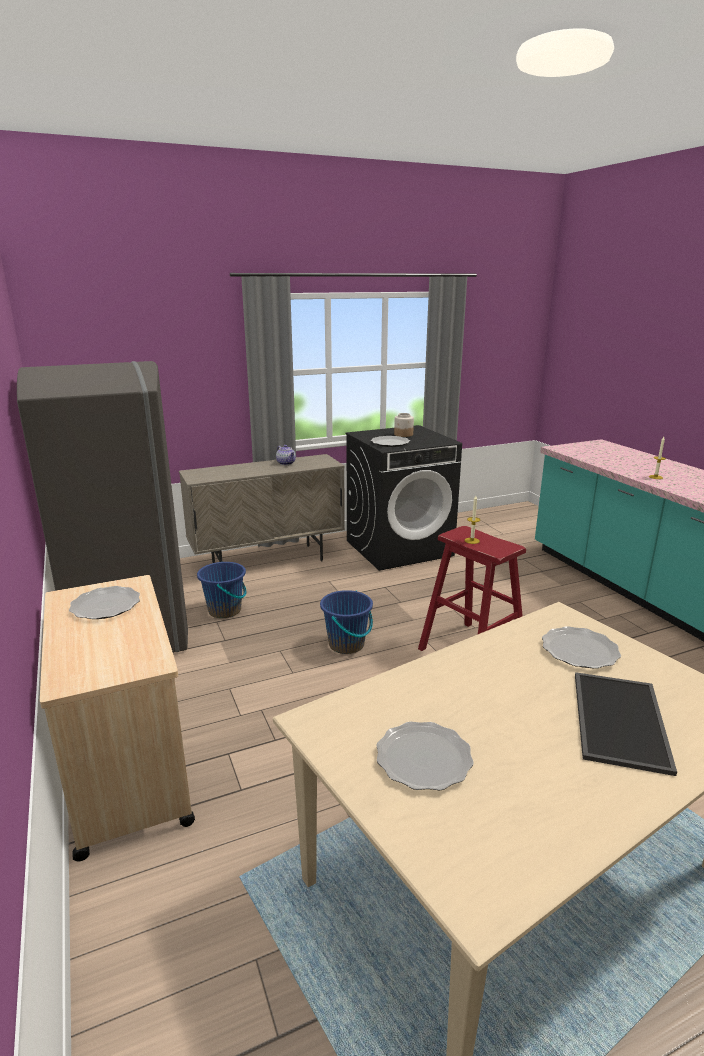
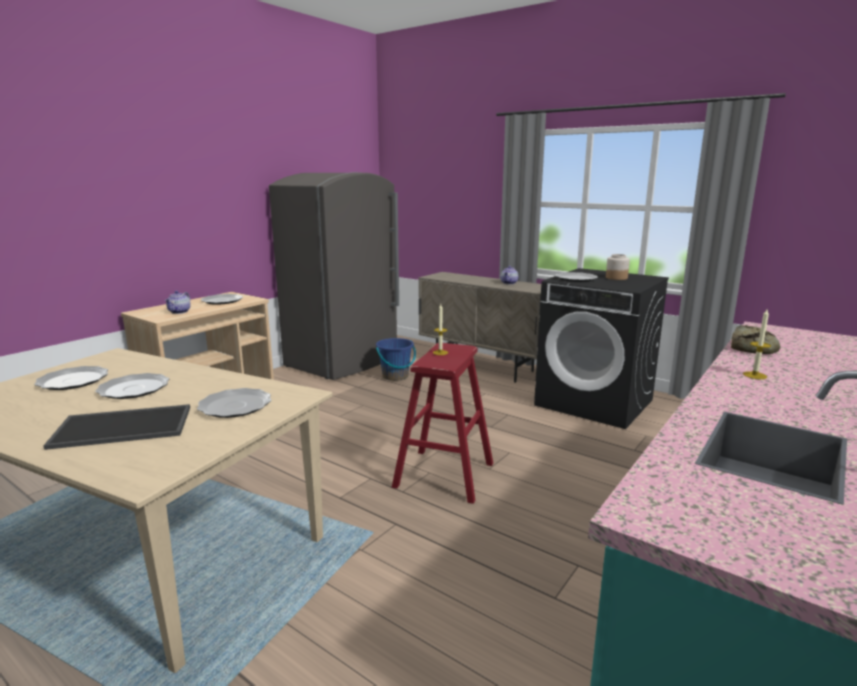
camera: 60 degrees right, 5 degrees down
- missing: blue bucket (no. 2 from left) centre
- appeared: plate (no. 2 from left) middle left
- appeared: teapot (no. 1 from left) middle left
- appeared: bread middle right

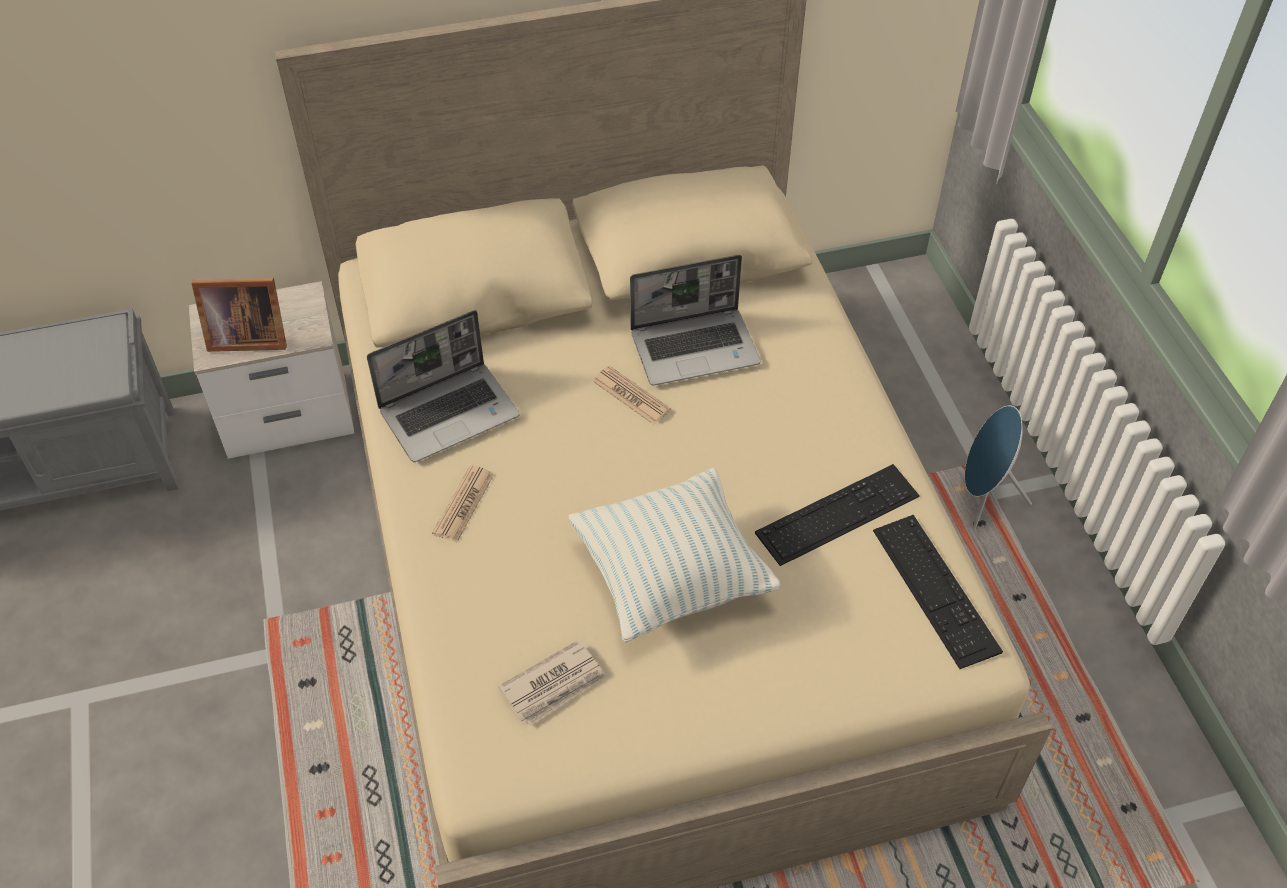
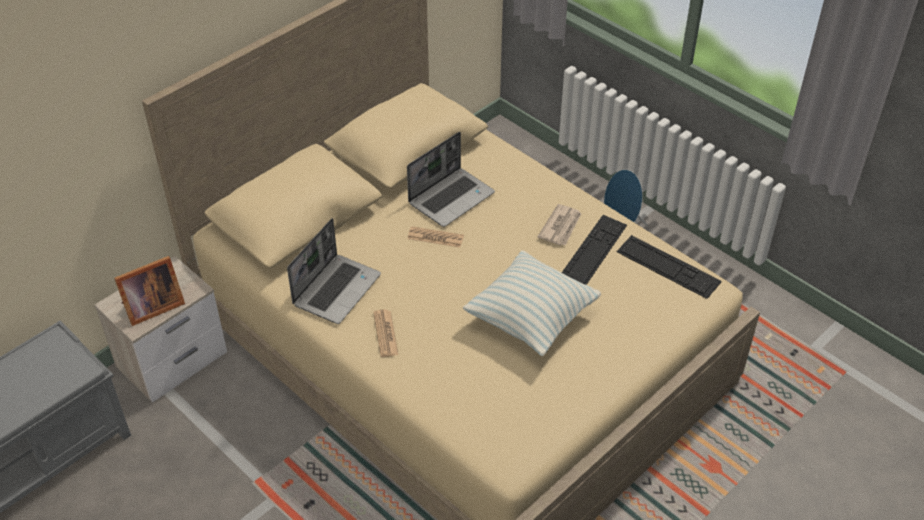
camera: 30 degrees left, 5 degrees down
- relocated: newspaper (no. 2 from left in the first image) bottom centre to newspaper (no. 3 from left) centre

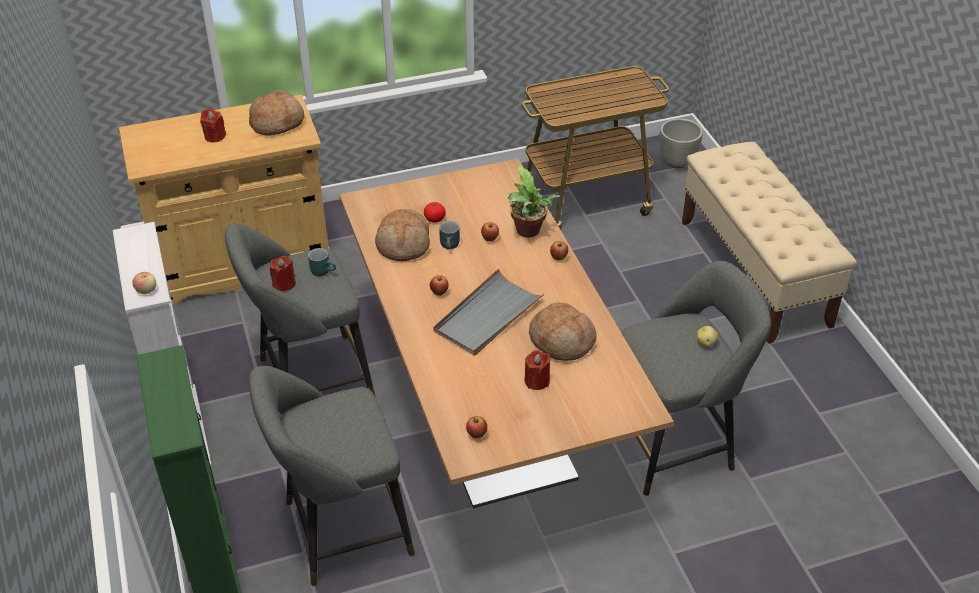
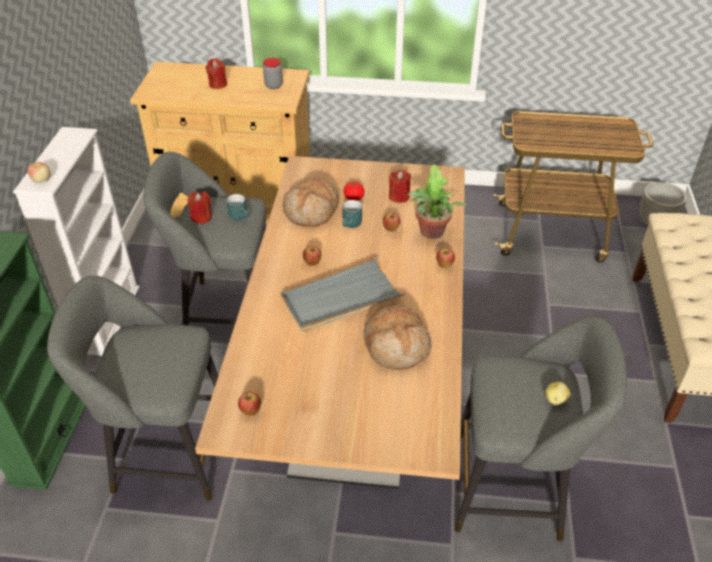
camera: 25 degrees right, 0 degrees up
- exchanged: bread (no. 1 from left) top left to jar top centre
- relocated: red candle (no. 3 from left) centre to top centre

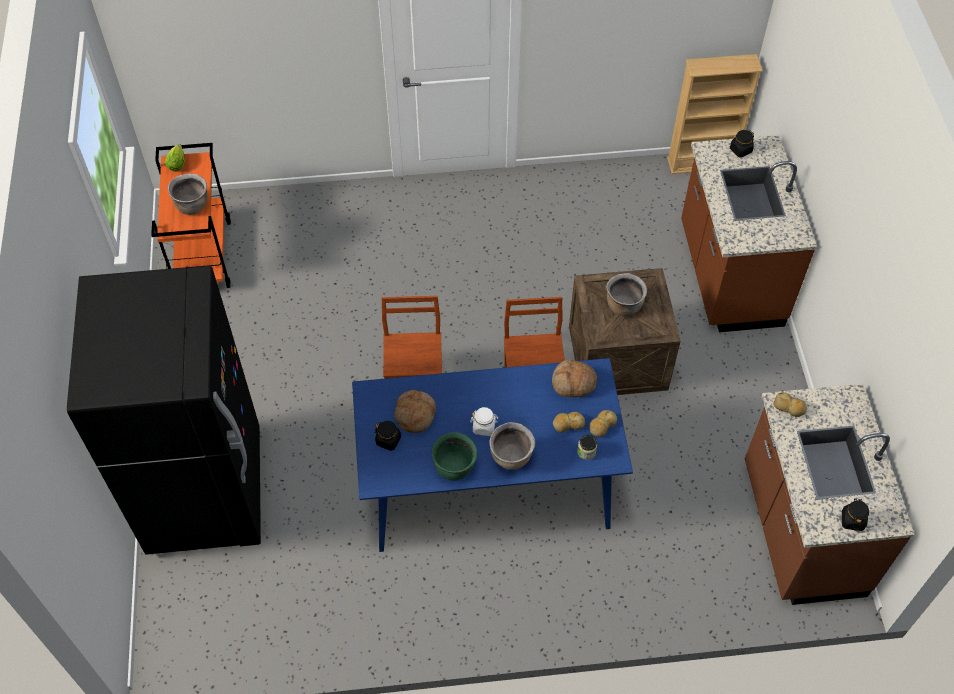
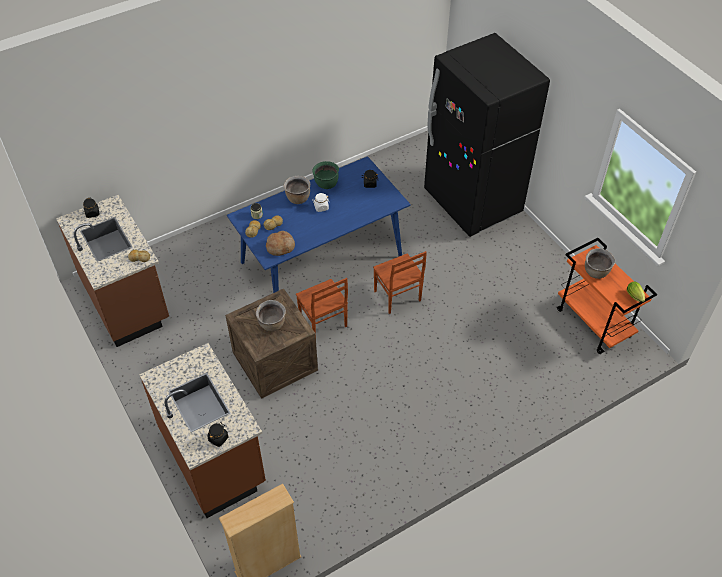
camera: 155 degrees right, 5 degrees down
- missing: bread (no. 1 from left) centre

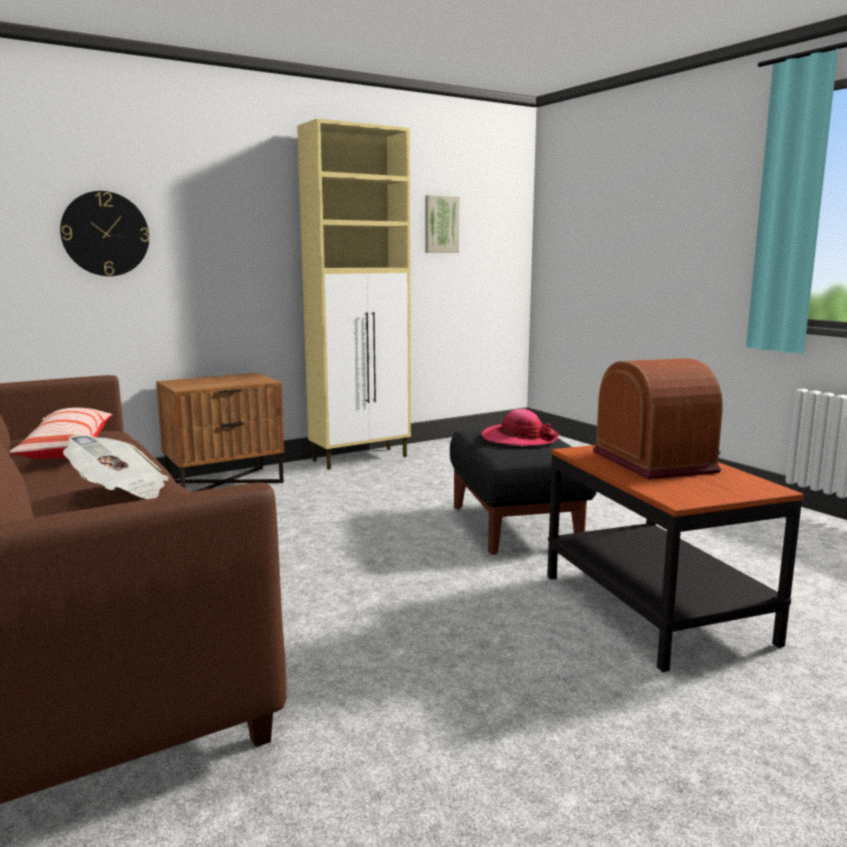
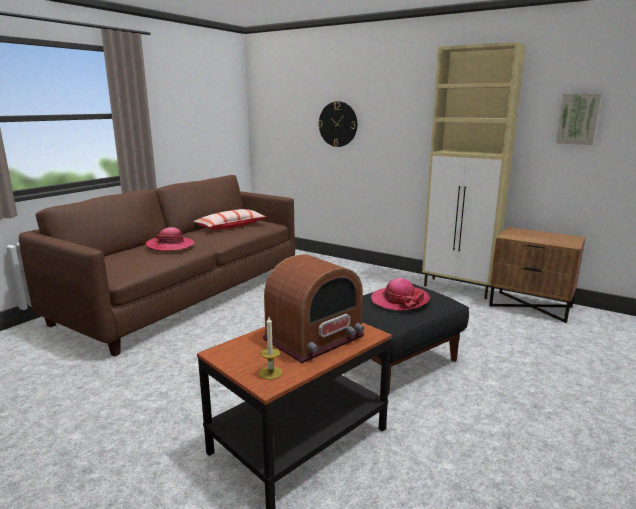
camera: 65 degrees right, 5 degrees up
- exchanged: newspaper middle left to hat (no. 1 from left) middle left
- relocated: brown nightstand middle left to middle right
- appeared: candle bottom centre

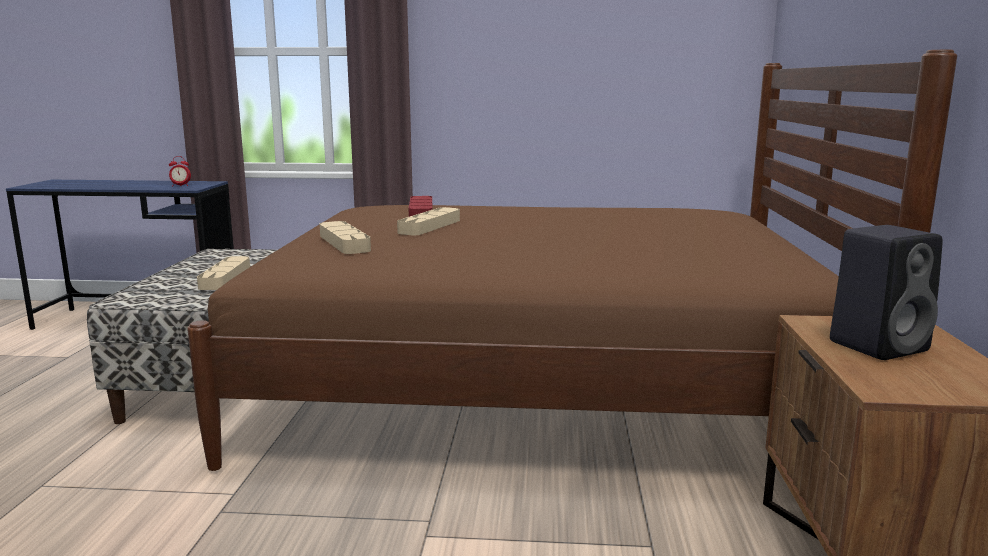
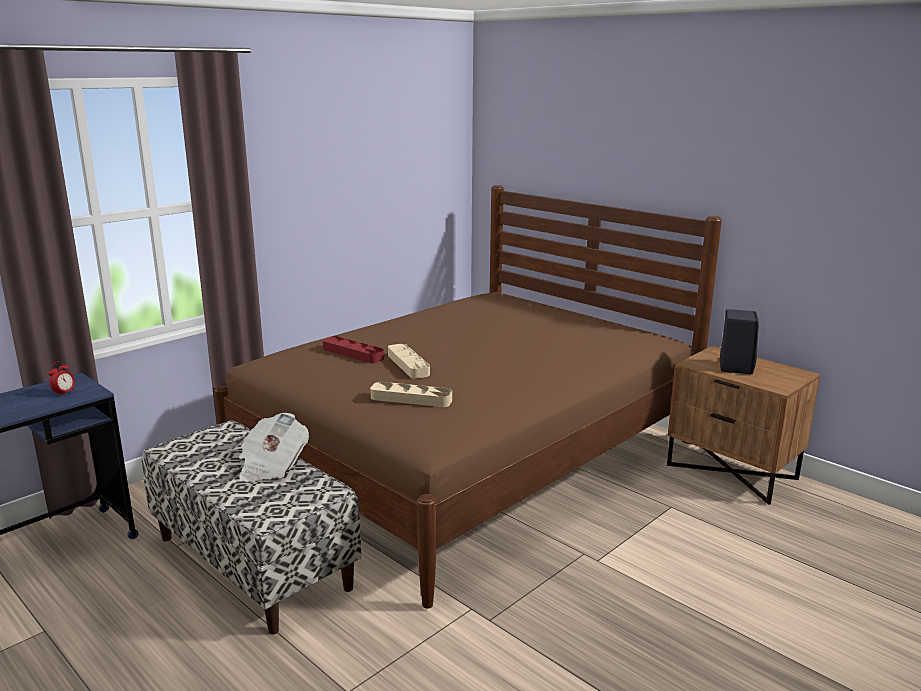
camera: 50 degrees left, 5 degrees up
- exchanged: beige tray (no. 1 from left) middle left to newspaper middle left

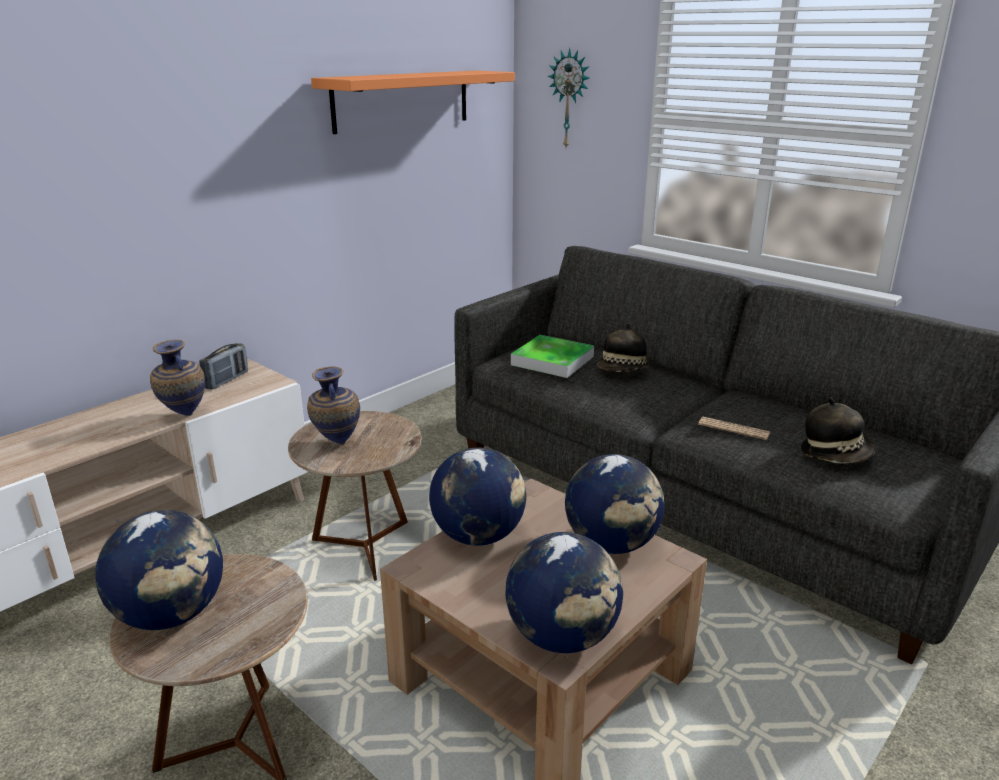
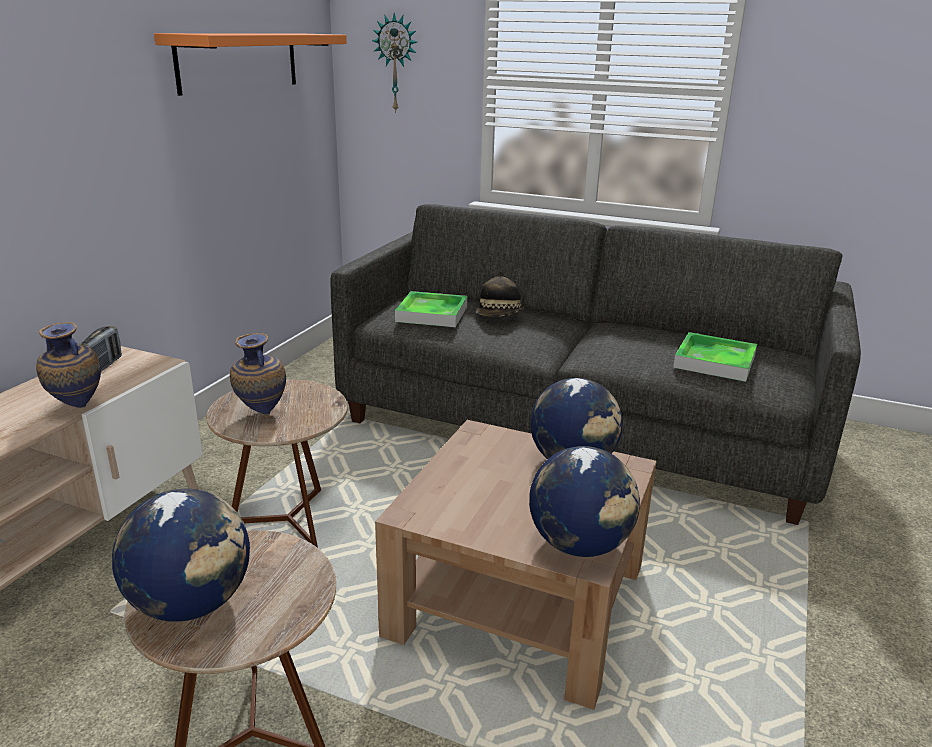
camera: 20 degrees left, 0 degrees up
- missing: globe (no. 2 from left) centre
- missing: newspaper middle right
- exchanged: hat (no. 2 from left) middle right to tray (no. 2 from left) middle right

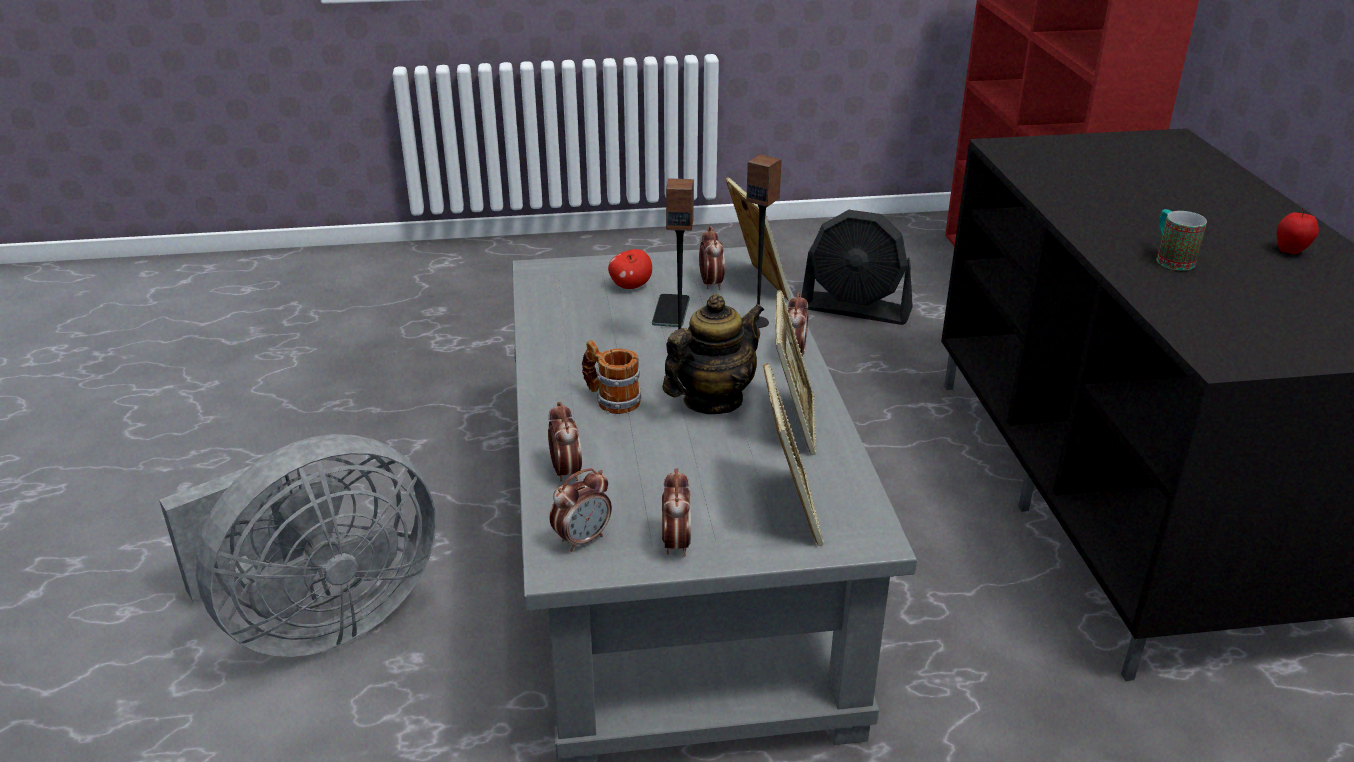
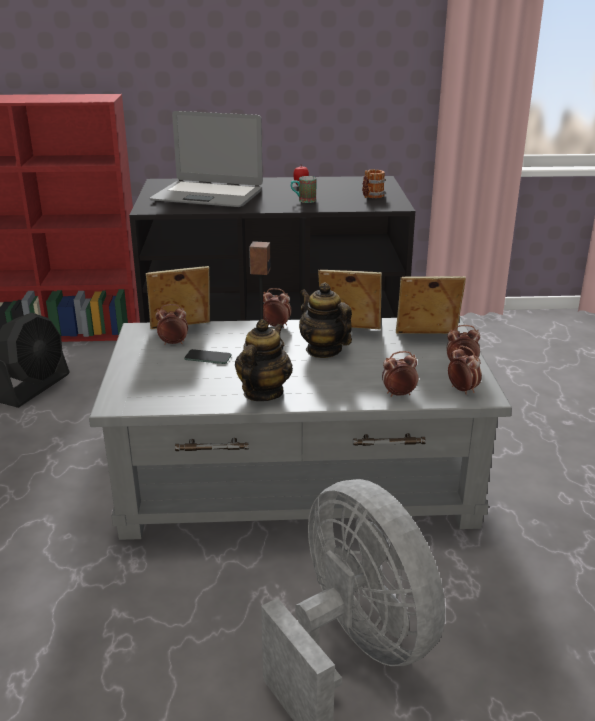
camera: 85 degrees left, 5 degrees down
- relocated: mug (no. 1 from left in the first image) centre to mug (no. 2 from left) top centre
- missing: apple (no. 1 from left) centre
- missing: speaker (no. 2 from left) top centre
- appeared: laptop top centre
- appeared: teapot (no. 1 from left) centre

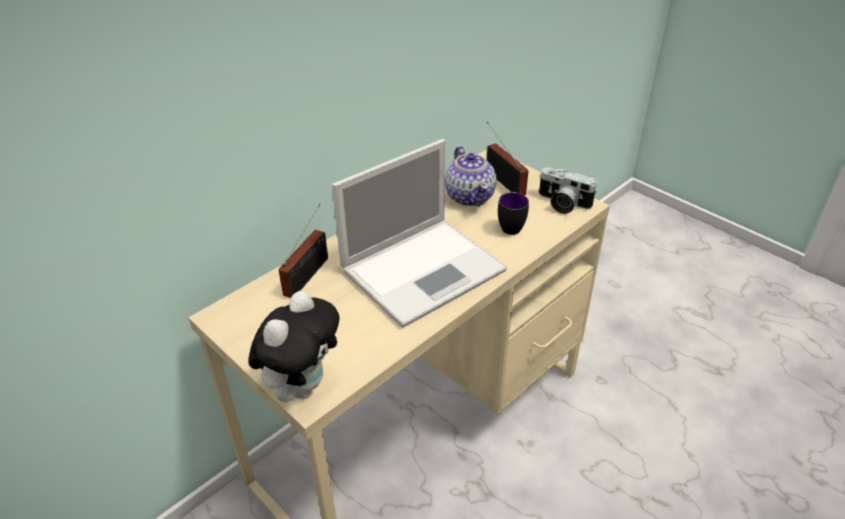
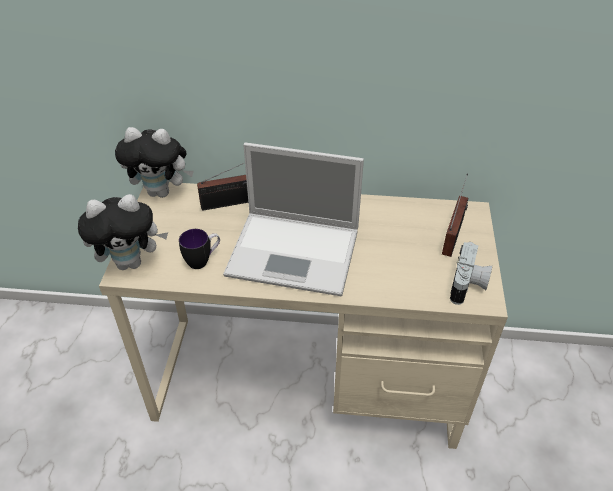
camera: 50 degrees right, 5 degrees up
- missing: teapot centre
- relocated: mug centre to middle left
- spun: photo camera middle right = middle right 150 degrees counterclockwise
- appeared: plush toy (no. 2 from left) top left

